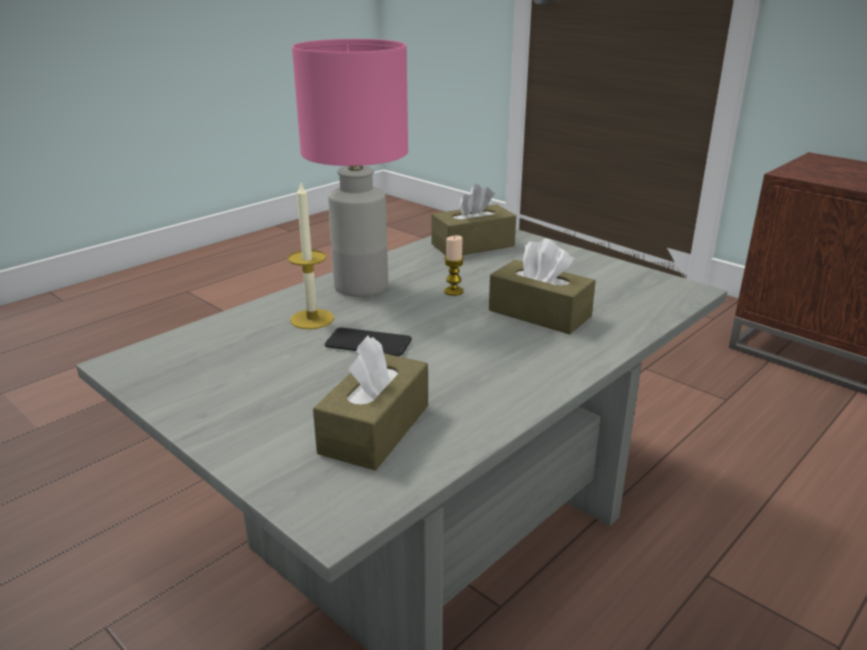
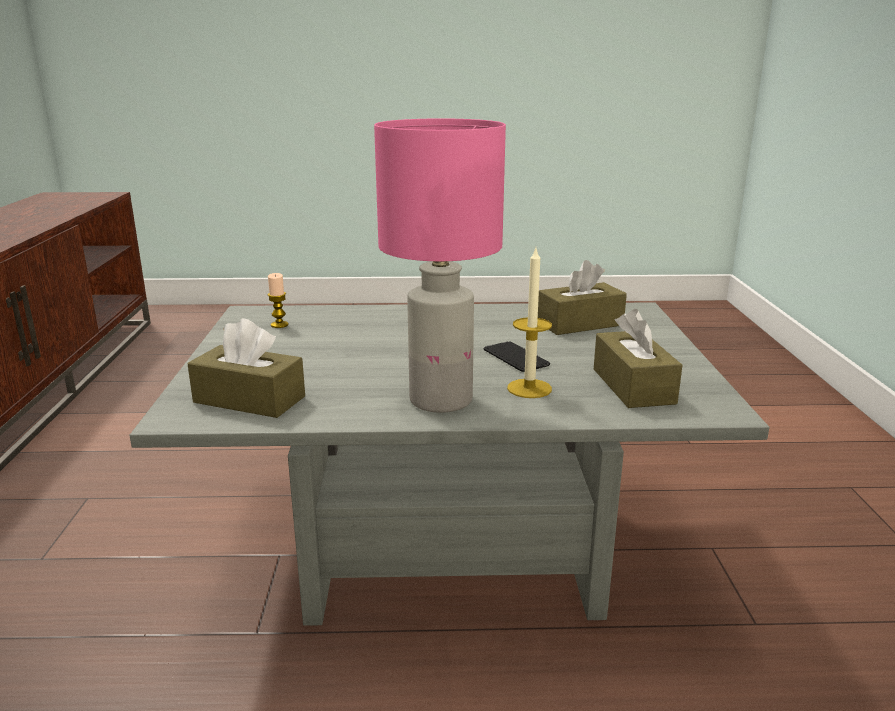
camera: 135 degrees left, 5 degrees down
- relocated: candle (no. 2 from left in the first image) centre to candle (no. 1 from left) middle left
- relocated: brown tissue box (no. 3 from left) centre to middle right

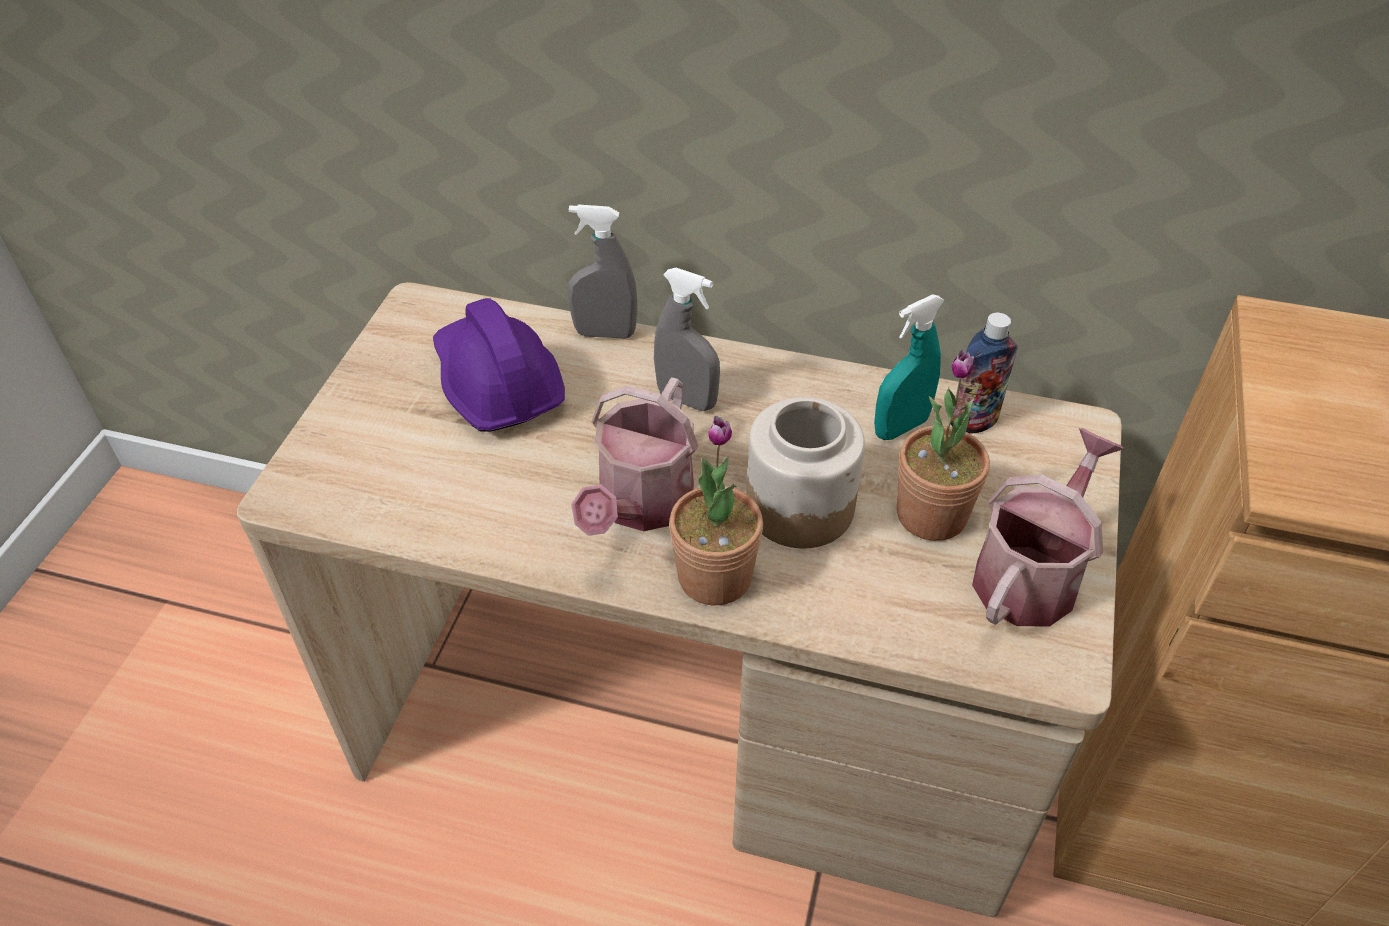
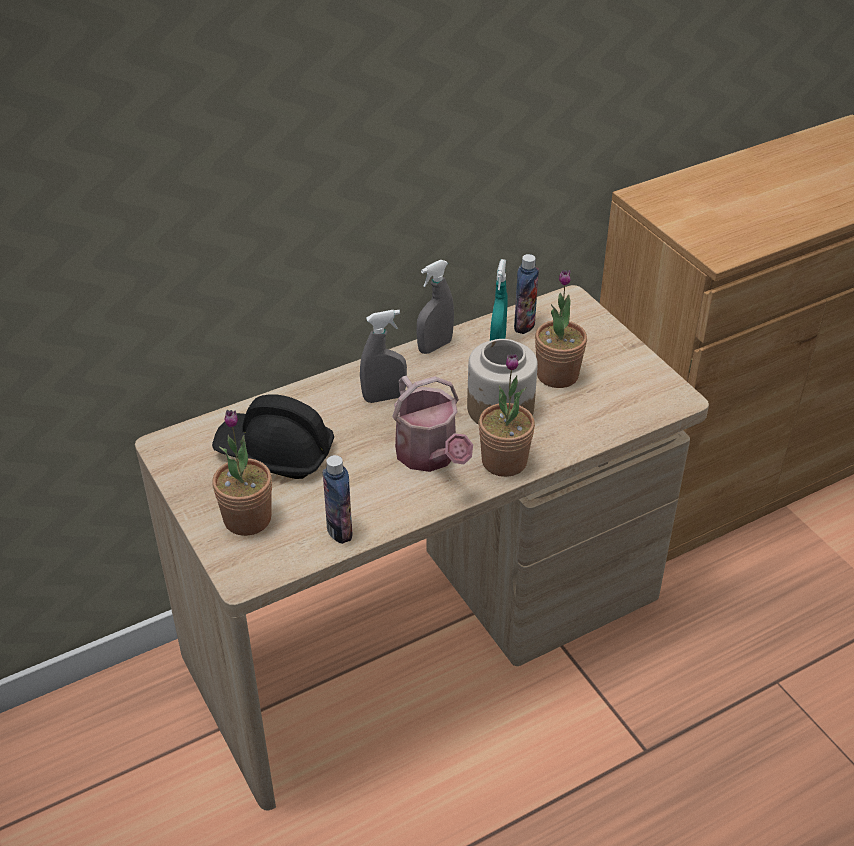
camera: 45 degrees left, 5 degrees down
- colour: purple hard hat centre to black hard hat middle left
- relocated: grey spray bottle (no. 1 from left in the first image) top centre to grey spray bottle (no. 2 from left) centre
- missing: watering can (no. 2 from left) middle right
- appeared: potted plant (no. 1 from left) middle left
- appeared: bottle (no. 1 from left) centre

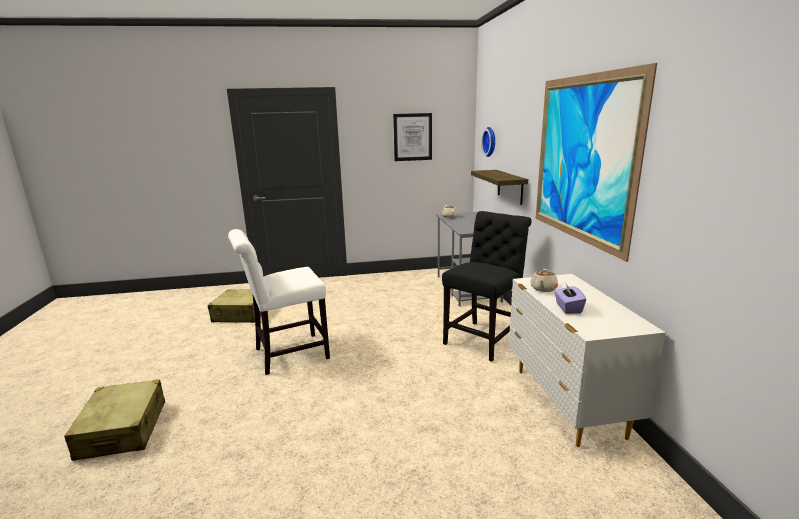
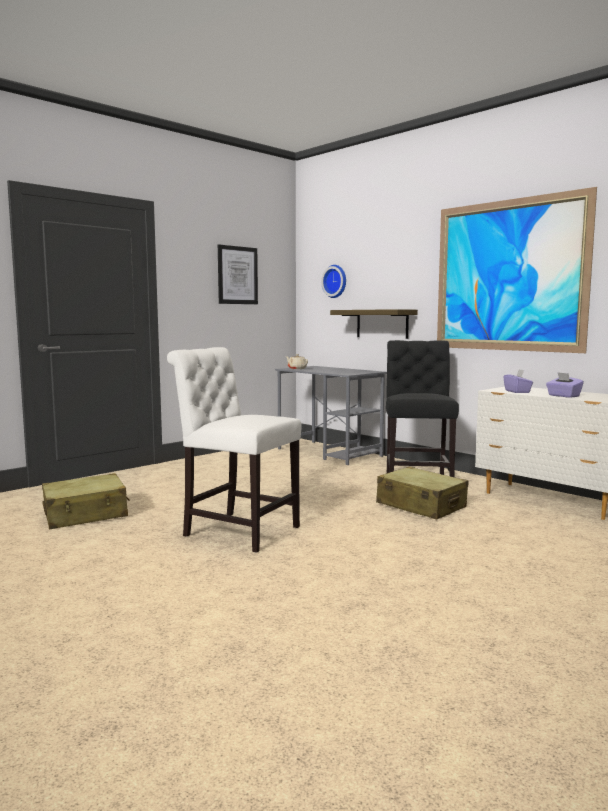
camera: 35 degrees left, 10 degrees down
- relocated: beige suitcase (no. 1 from left in the first image) bottom left to beige suitcase (no. 2 from left) middle right
- spun: white chair centre = centre 90 degrees clockwise
- exchanged: beige teapot (no. 2 from left) middle right to purple tissue box (no. 1 from left) middle right

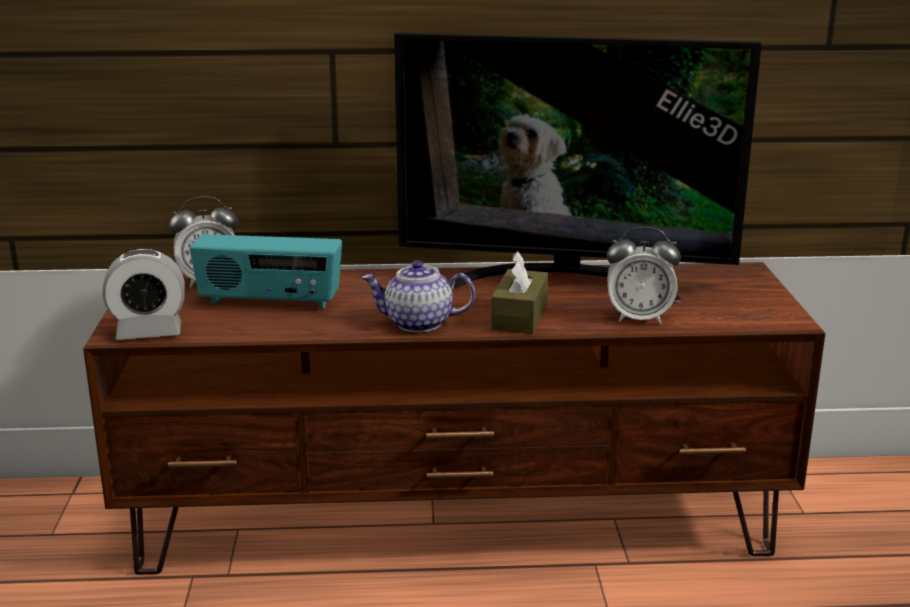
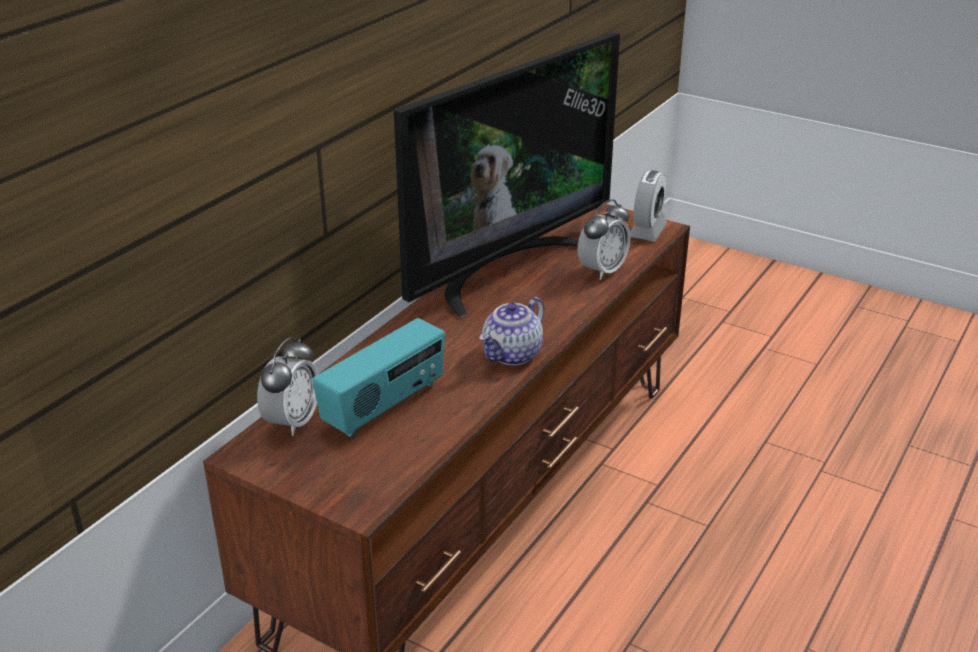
camera: 55 degrees left, 10 degrees up
- relocated: alarm clock (no. 1 from left in the first image) middle left to alarm clock (no. 3 from left) top centre
- missing: brown tissue box centre

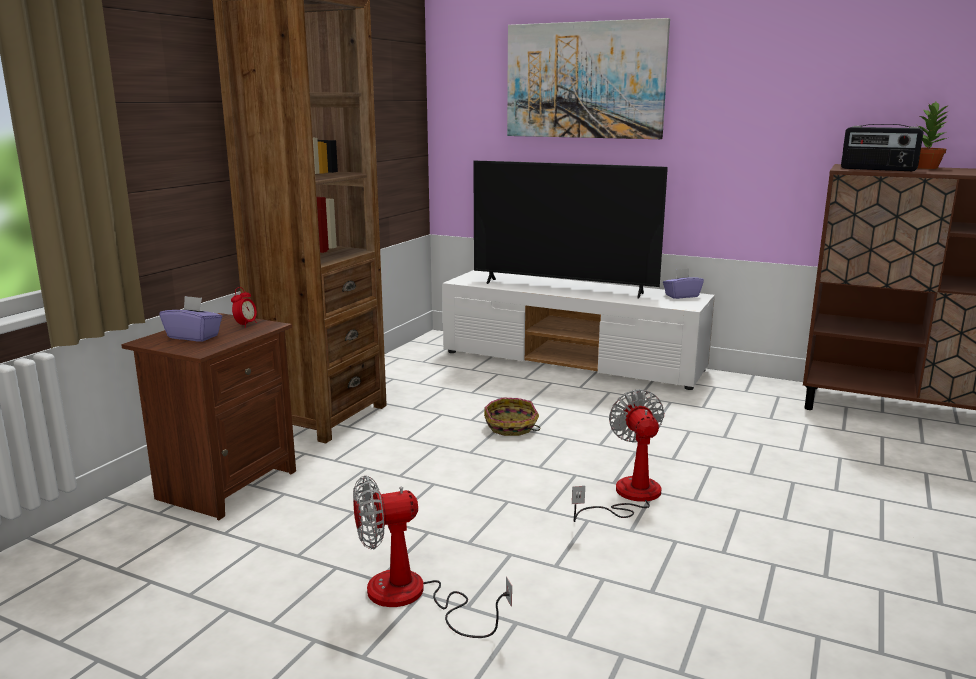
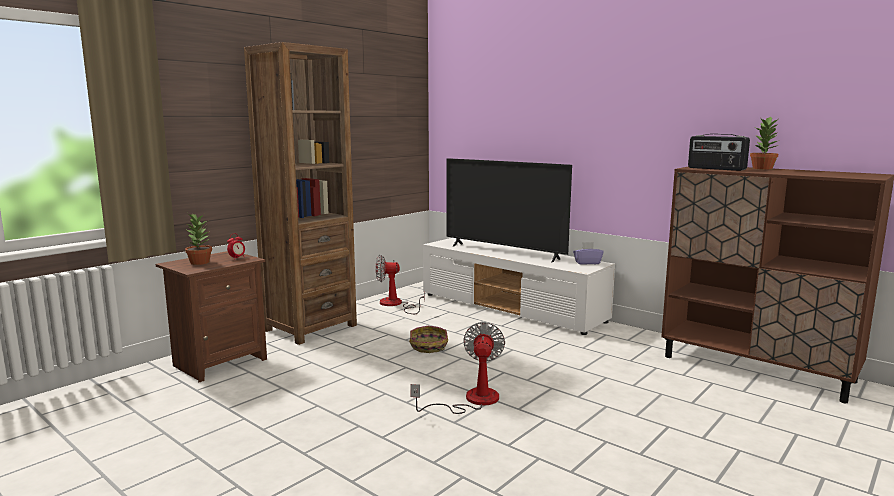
camera: 15 degrees right, 5 degrees down
- exchanged: purple tissue box (no. 1 from left) middle left to potted plant (no. 1 from left) middle left
- relocated: fan (no. 1 from left) bottom centre to centre
- missing: picture top centre

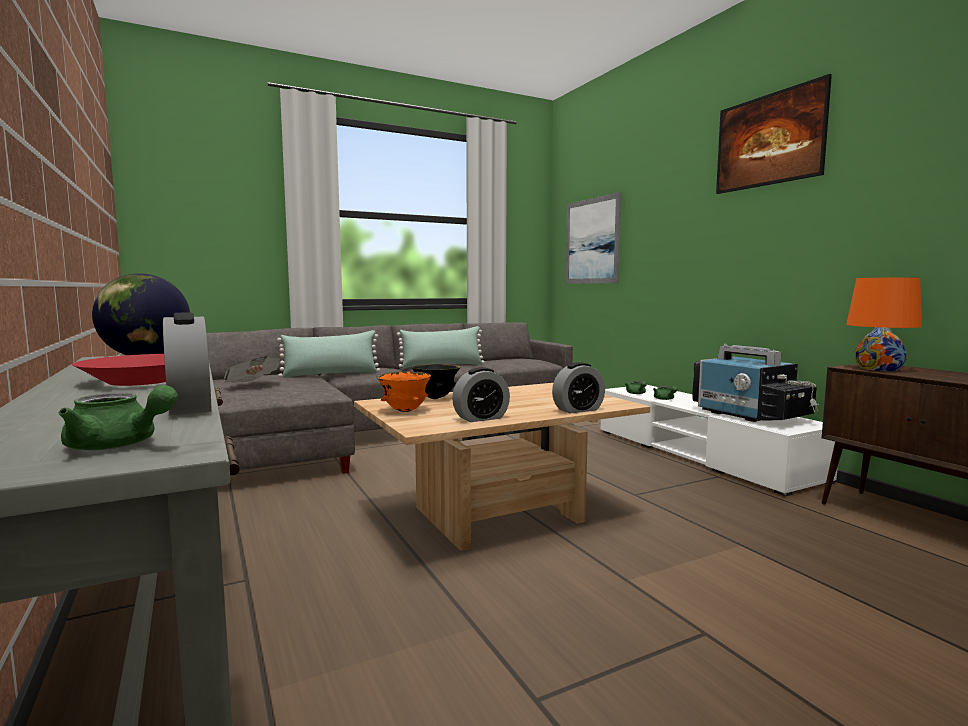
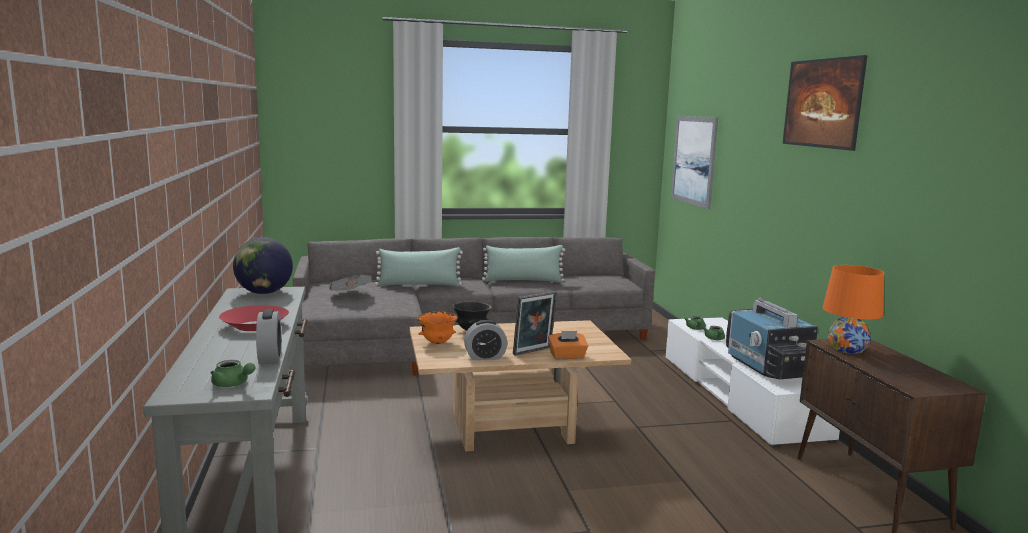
camera: 15 degrees right, 5 degrees up
- exchanged: alarm clock (no. 3 from left) centre to orange tissue box centre
- appeared: picture frame centre

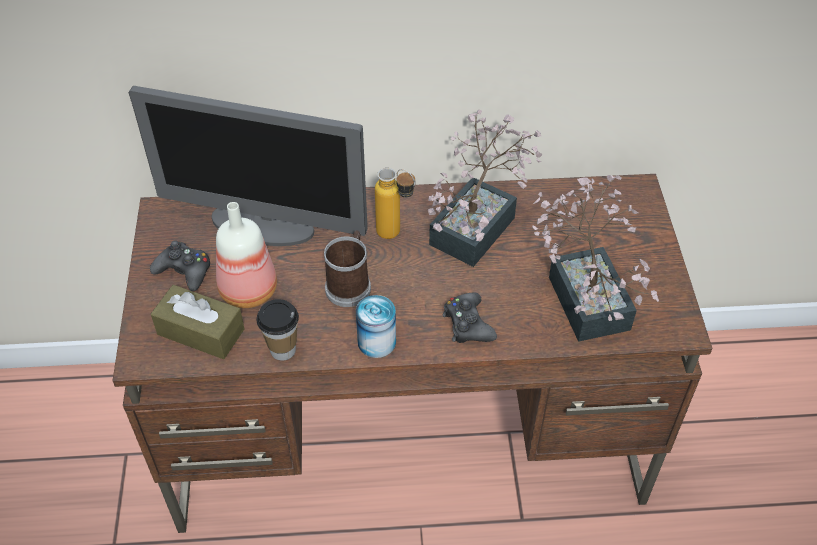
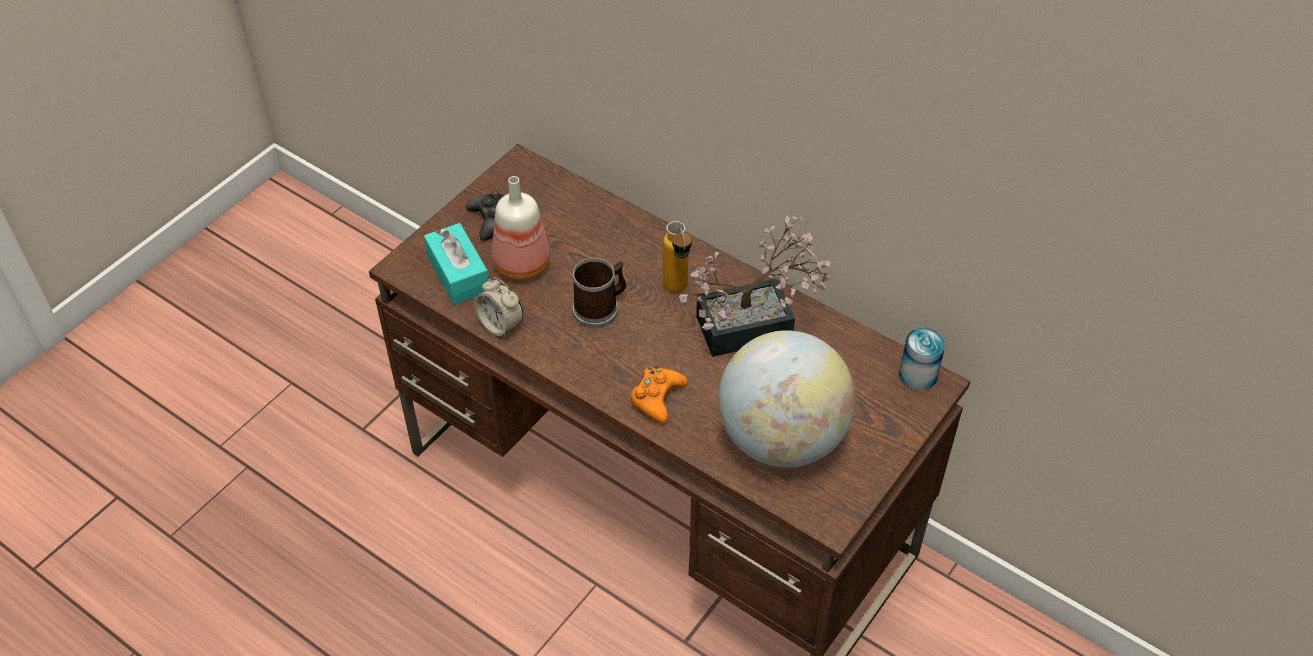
camera: 40 degrees right, 0 degrees up
- missing: monitor top left
- colour: brown tissue box middle left to turquoise tissue box centre
- exchanged: cup centre to alarm clock centre
- relocated: can centre to middle right
- colour: black game controller (no. 2 from left) centre to orange game controller centre
- exchanged: potted plant (no. 2 from left) middle right to globe centre

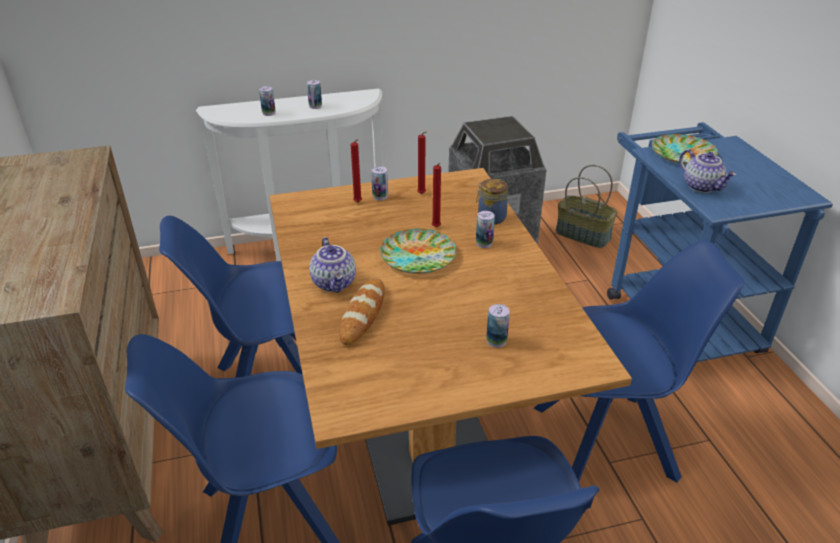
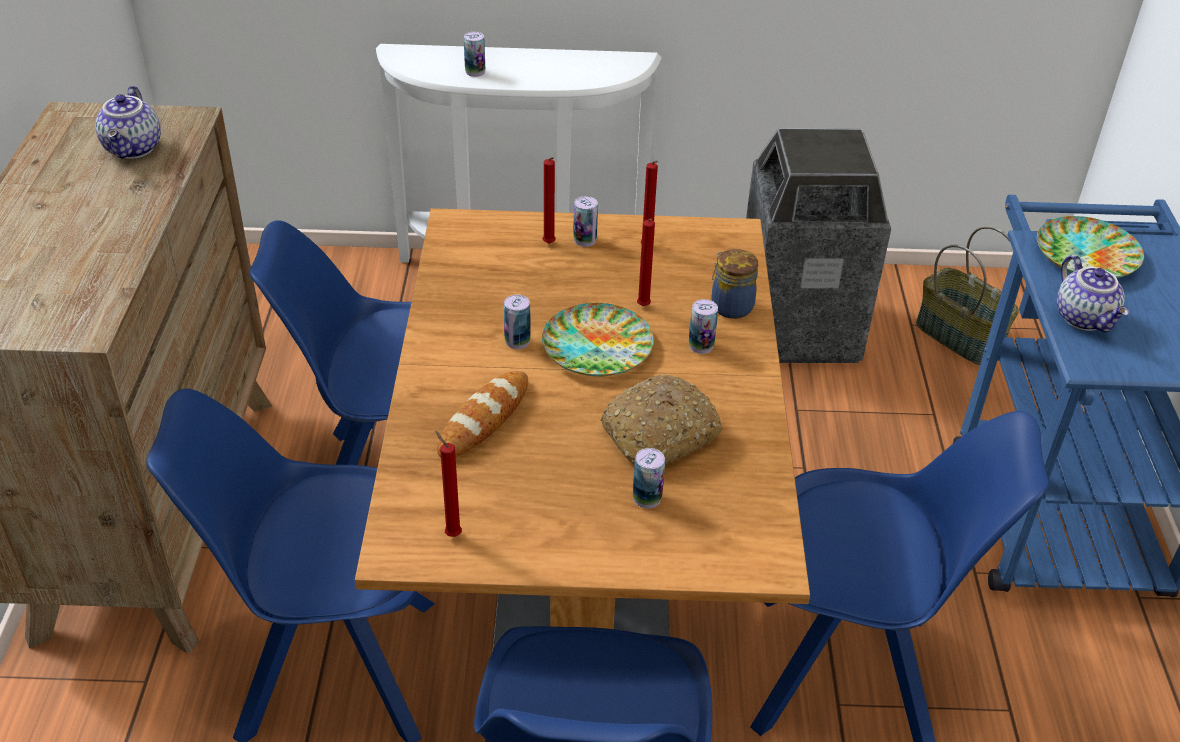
camera: 15 degrees right, 5 degrees up
- relocated: can (no. 2 from left) top centre to centre
- relocated: teapot (no. 1 from left) centre to top left
- appeared: red candle (no. 1 from left) centre
- appeared: bread (no. 2 from left) centre

